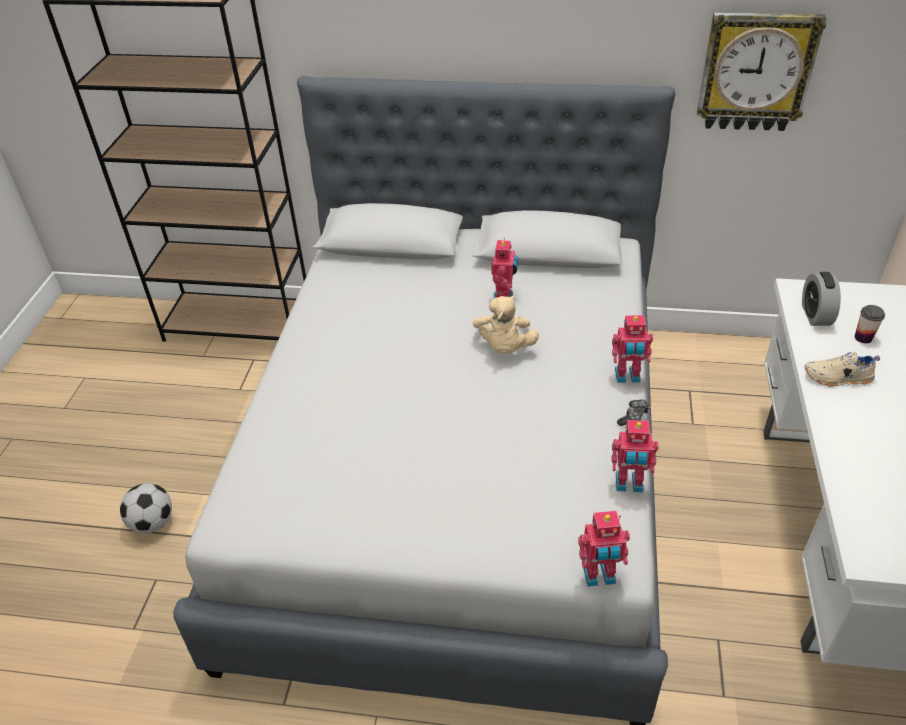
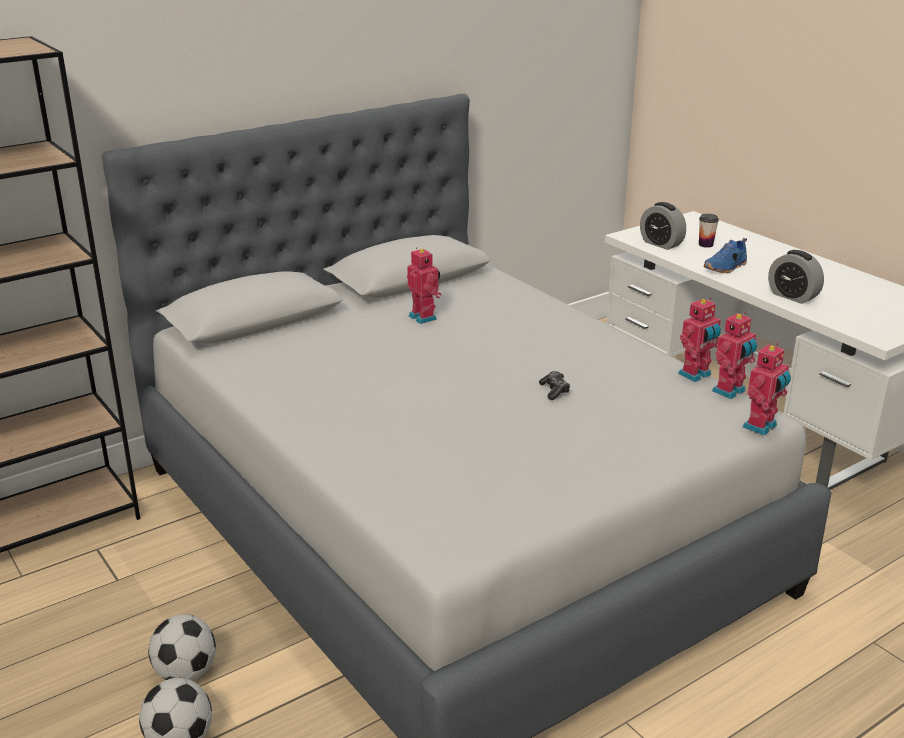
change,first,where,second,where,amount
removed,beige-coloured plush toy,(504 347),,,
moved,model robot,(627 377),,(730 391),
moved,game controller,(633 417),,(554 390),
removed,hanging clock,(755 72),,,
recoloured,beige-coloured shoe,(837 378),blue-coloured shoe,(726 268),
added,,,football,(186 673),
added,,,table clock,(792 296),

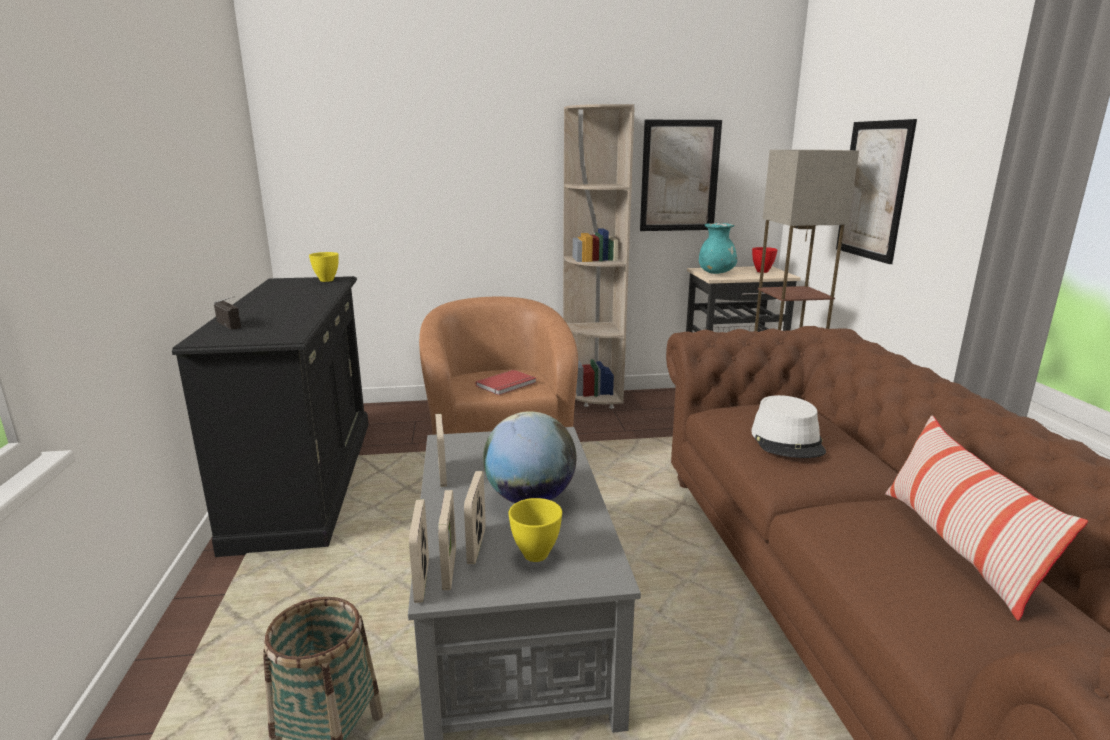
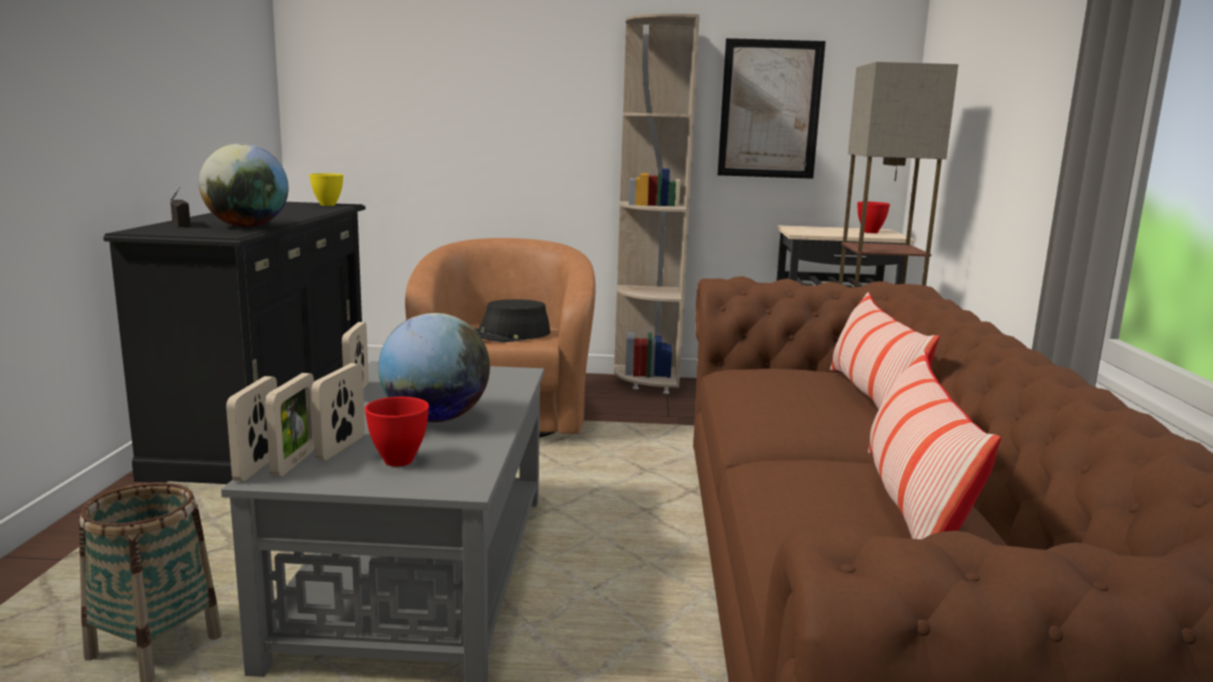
change,first,where,second,where,amount
replaced,red bound book,(507 385),black clothing hat,(508 334),
recoloured,yellow-coloured serving bowl,(534 555),red serving bowl,(397 461),
removed,turquoise-coloured vase,(716 273),,,
removed,white-coloured clothing hat,(788 440),,,
removed,wall art,(873 190),,,
added,,,desk globe,(247 226),
added,,,cushion,(871 397),

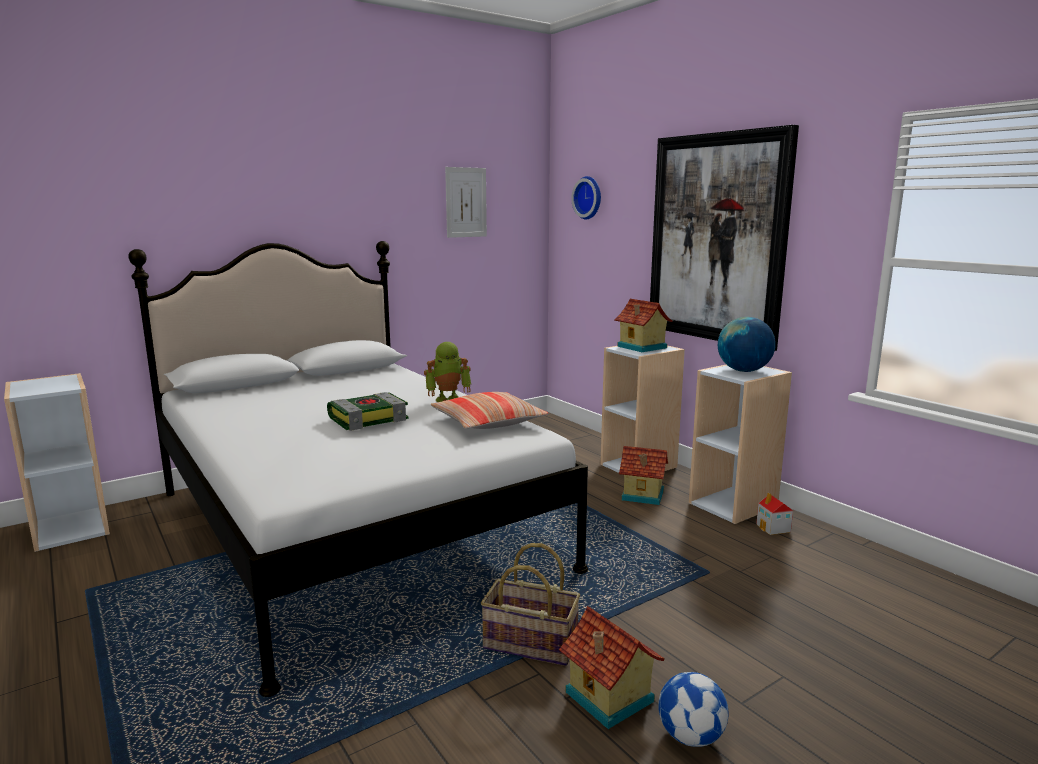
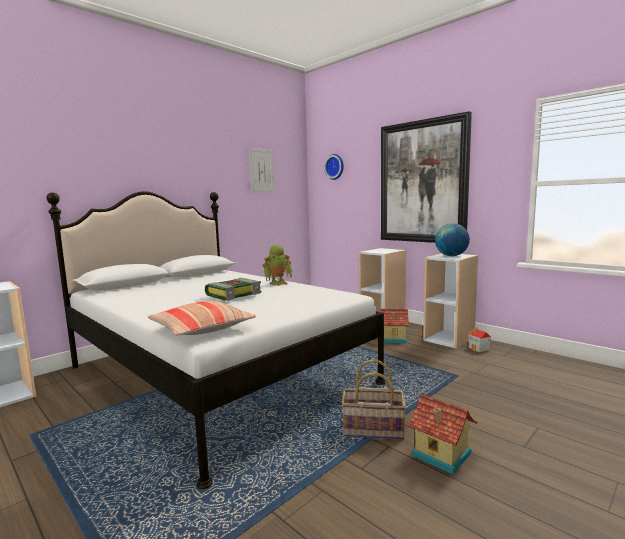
change,first,where,second,where,amount
moved,cushion,(488 422),,(201 328),
removed,model house,(641 347),,,
removed,football,(690 736),,,

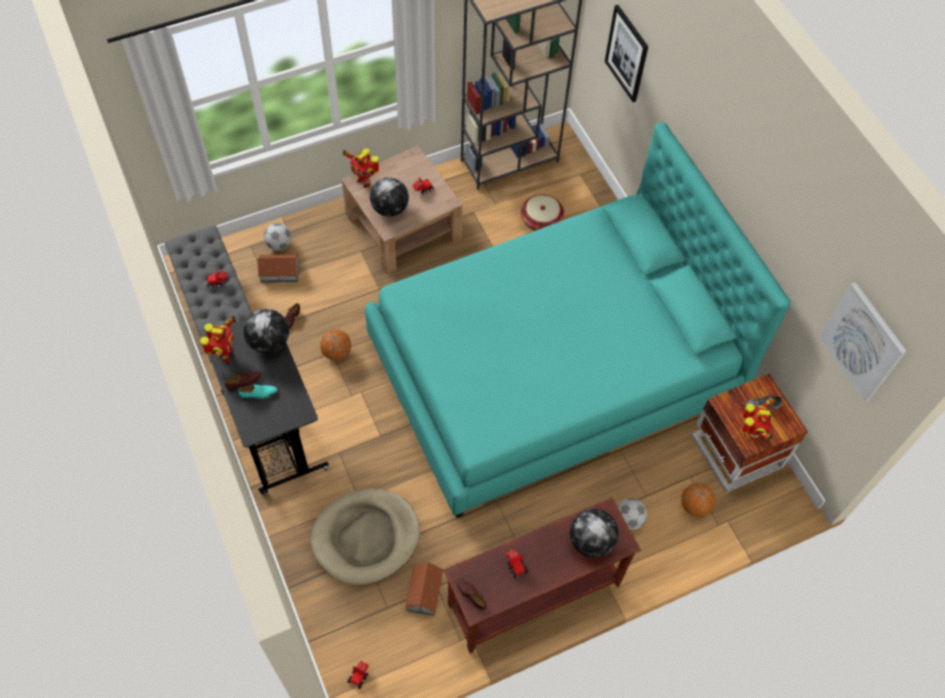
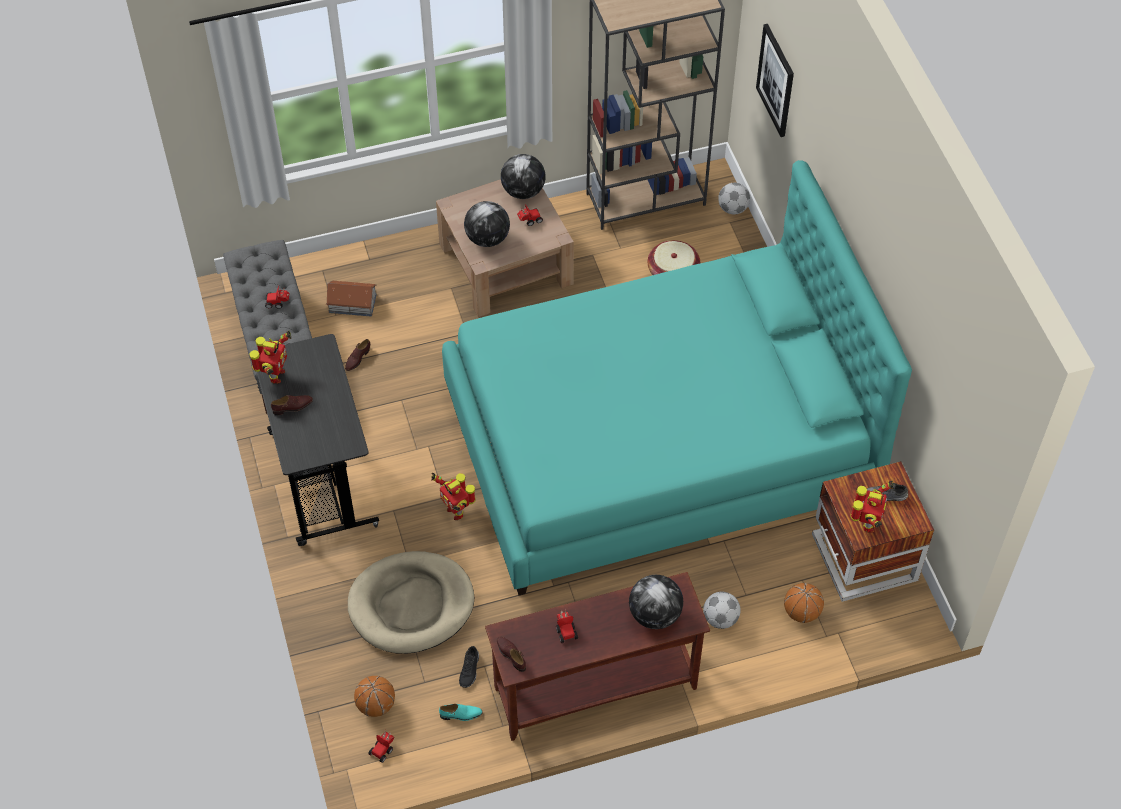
change,first,where,second,where,amount
moved,turquoise-coloured shoe,(259 394),,(461 715),
moved,desk globe,(269 342),,(523 191),
moved,football,(279 244),,(733 208),
moved,basketball ball,(336 352),,(376 705),
moved,model robot,(364 181),,(456 511),
replaced,model house,(424 591),black shoe,(470 670),
removed,wall art,(862 342),,,

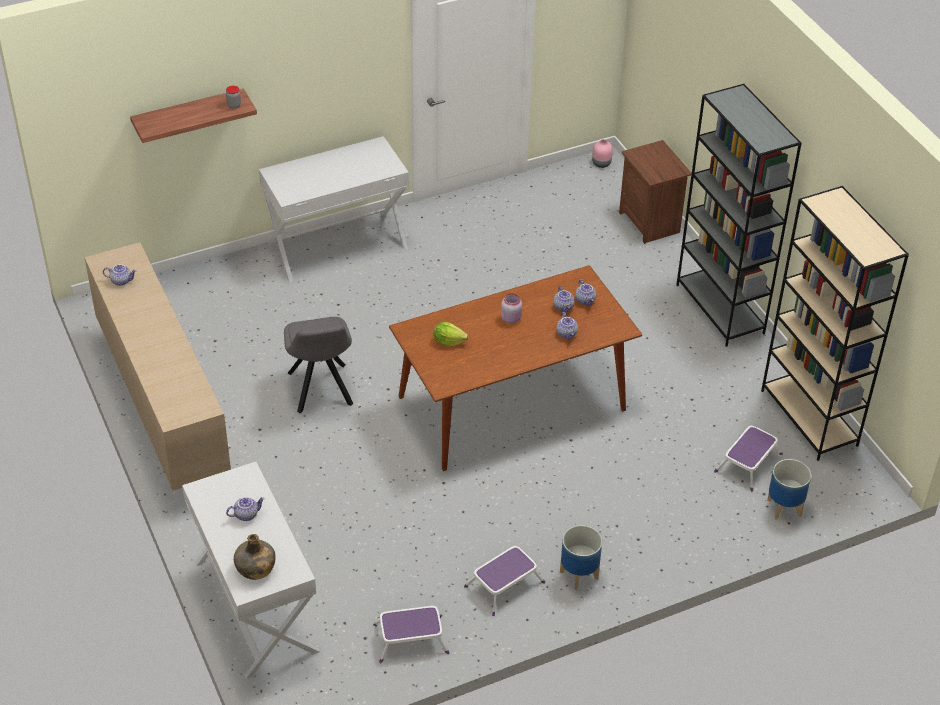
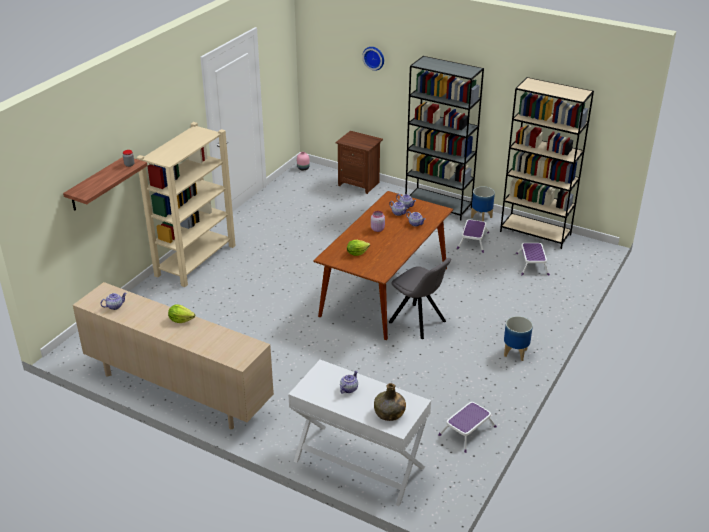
change,first,where,second,where,amount
replaced,white-coloured hall table,(337 245),beige-coloured bookcase,(195 260),
moved,greyish chair,(320 389),,(418 322),
moved,purple-coloured stepladder,(504 584),,(473 240),
moved,planter,(784 508),,(481 217),
added,,,lettuce,(181 320),
added,,,hanging clock,(374 57),

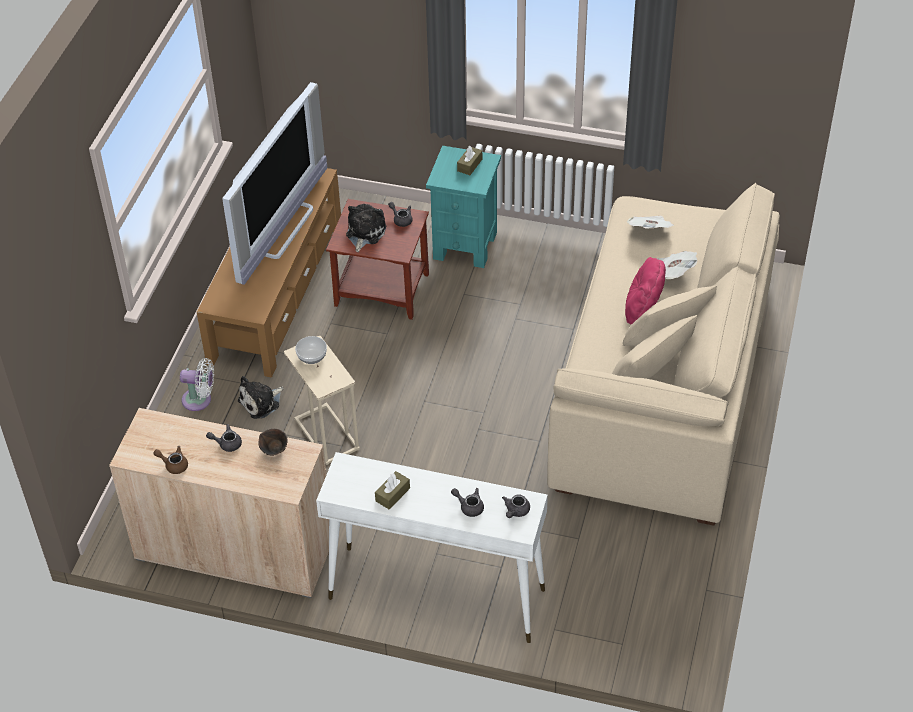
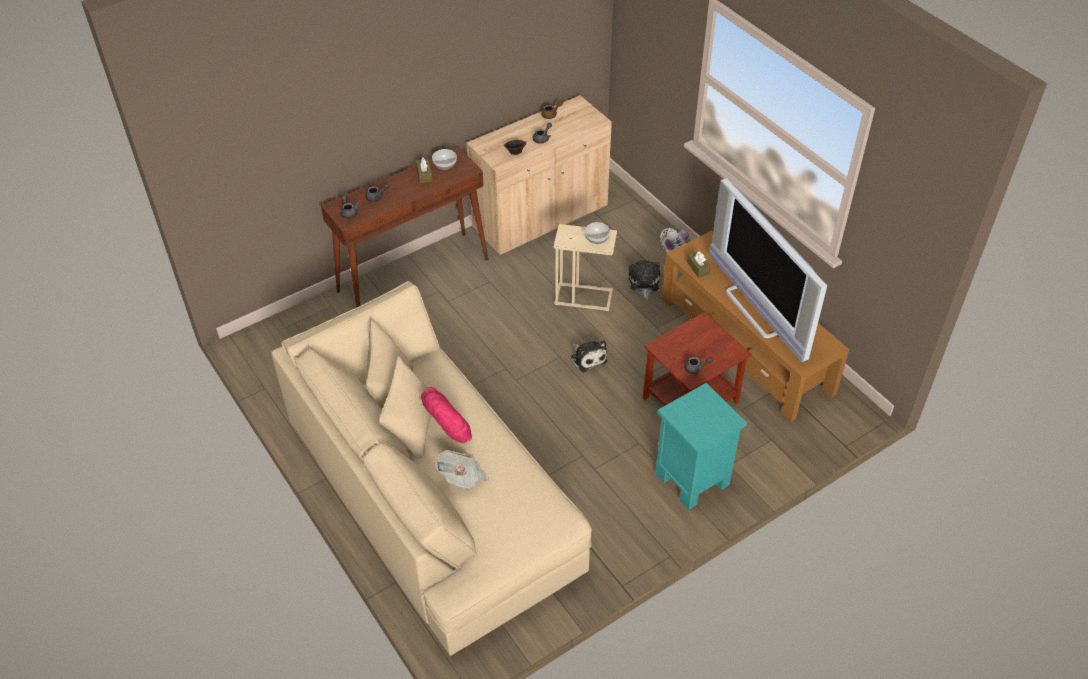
change,first,where,second,where,amount
recoloured,white-coloured hall table,(435 594),brown-coloured hall table,(414 274),
moved,plush toy,(364 233),,(588 358),
moved,brown-coloured tissue box,(469 165),,(698 268),
removed,newspaper,(650 231),,,
added,,,serving bowl,(445 165),

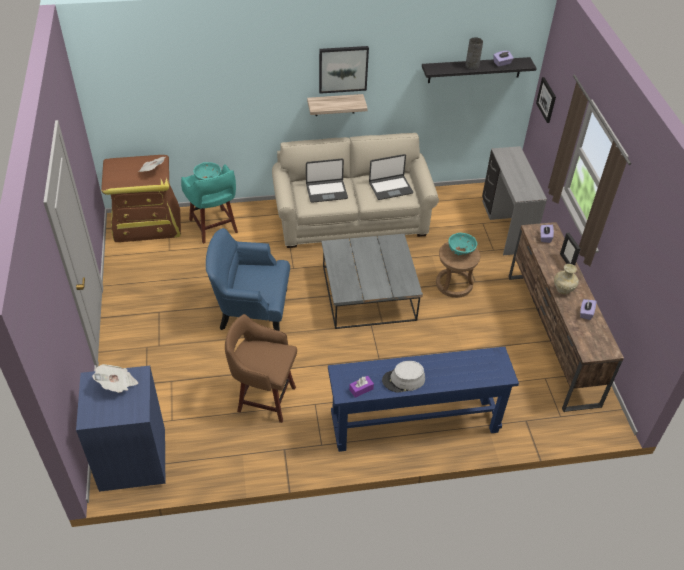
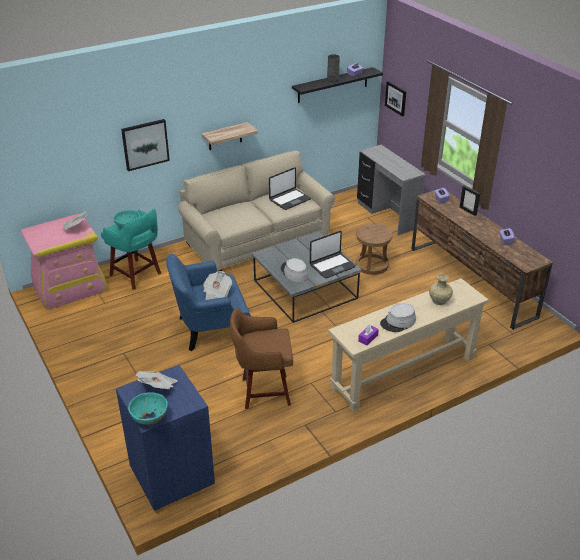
change,first,where,second,where,amount
recoloured,brown-coloured night table,(148 225),pinkish night table,(71 289),
moved,laptop,(326 191),,(332 266),
moved,wall art,(343 69),,(145 144),
recoloured,blue-coloured hall table,(414 424),beige-coloured hall table,(403 372),
moved,turquoise-coloured serving bowl,(461 252),,(150 418),
moved,beige-coloured vase,(563 290),,(439 301),
added,,,newspaper,(216 293),
added,,,greyish clothing hat,(294 272),

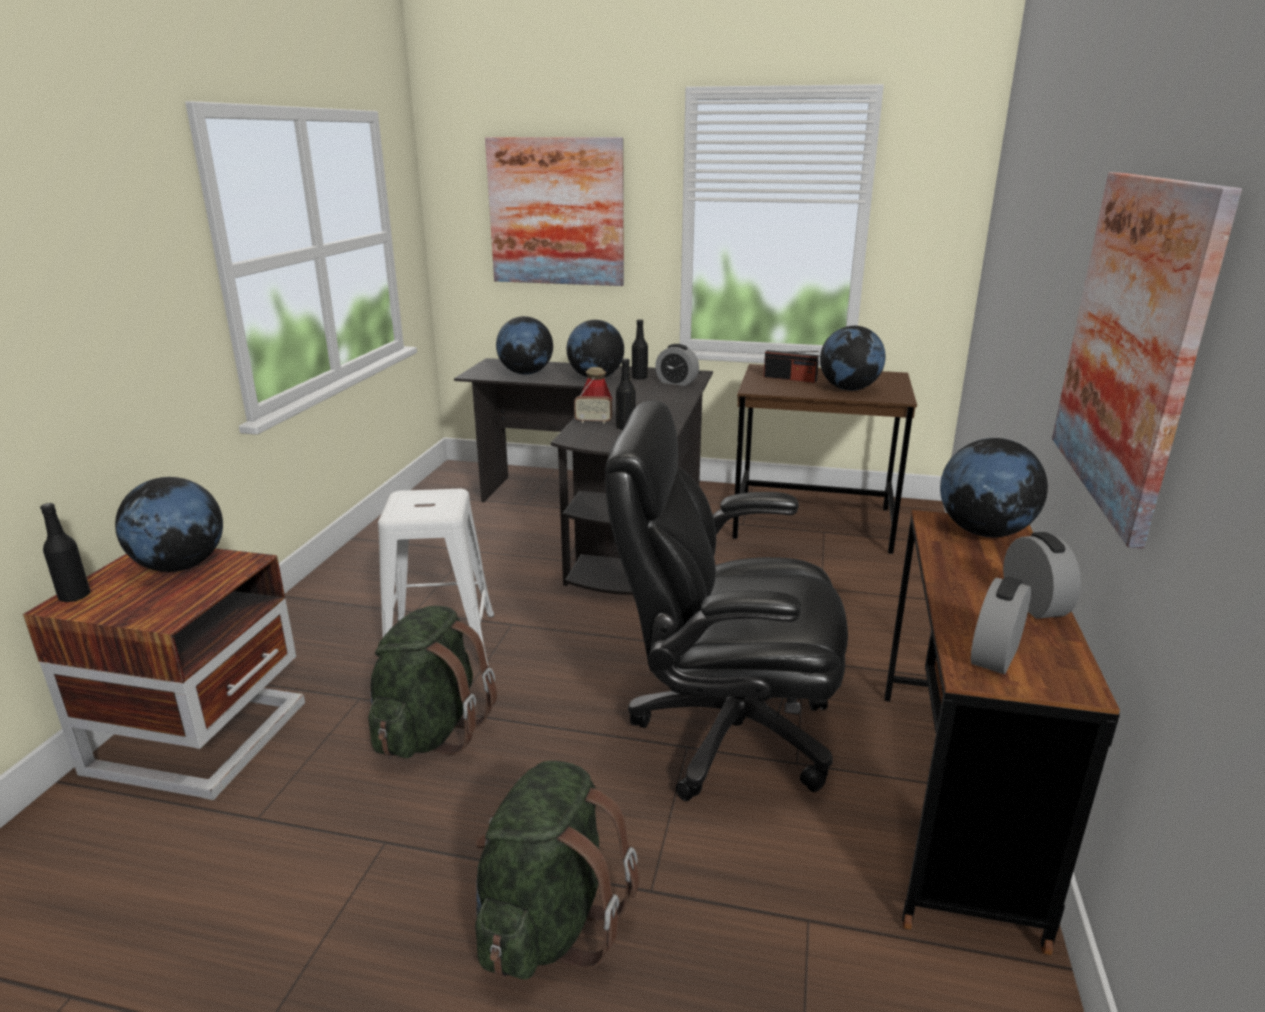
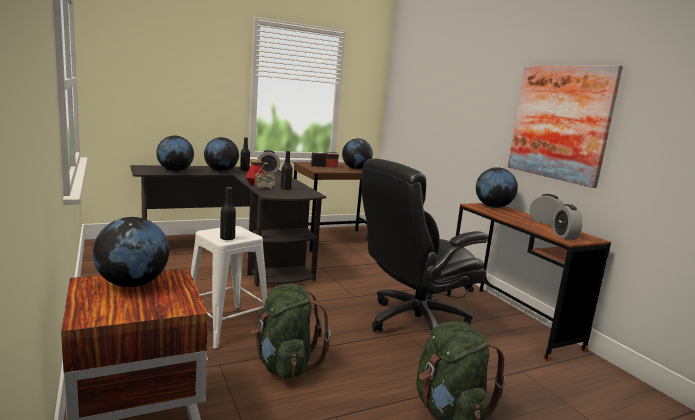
change,first,where,second,where,amount
moved,black bottle,(75 596),,(227 238),
removed,wall art,(556 212),,,

